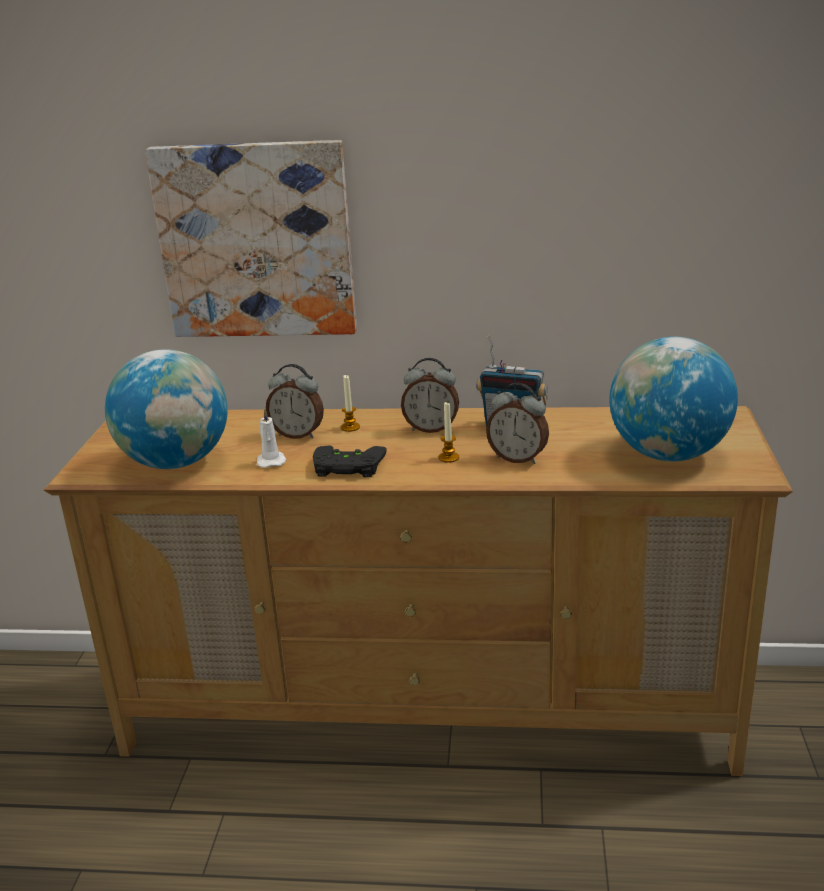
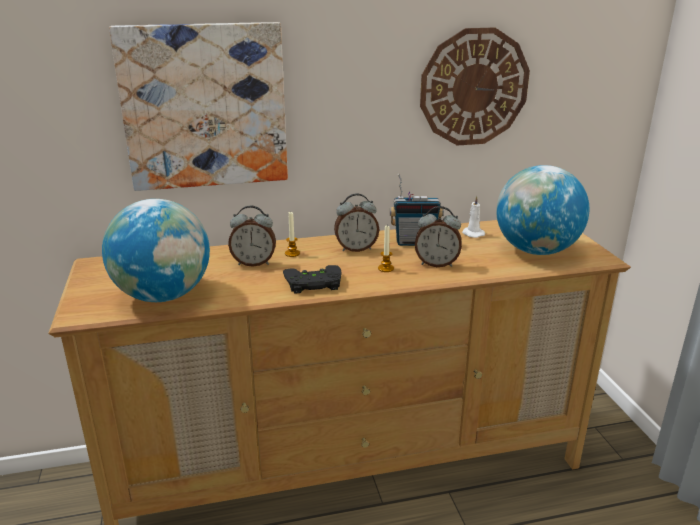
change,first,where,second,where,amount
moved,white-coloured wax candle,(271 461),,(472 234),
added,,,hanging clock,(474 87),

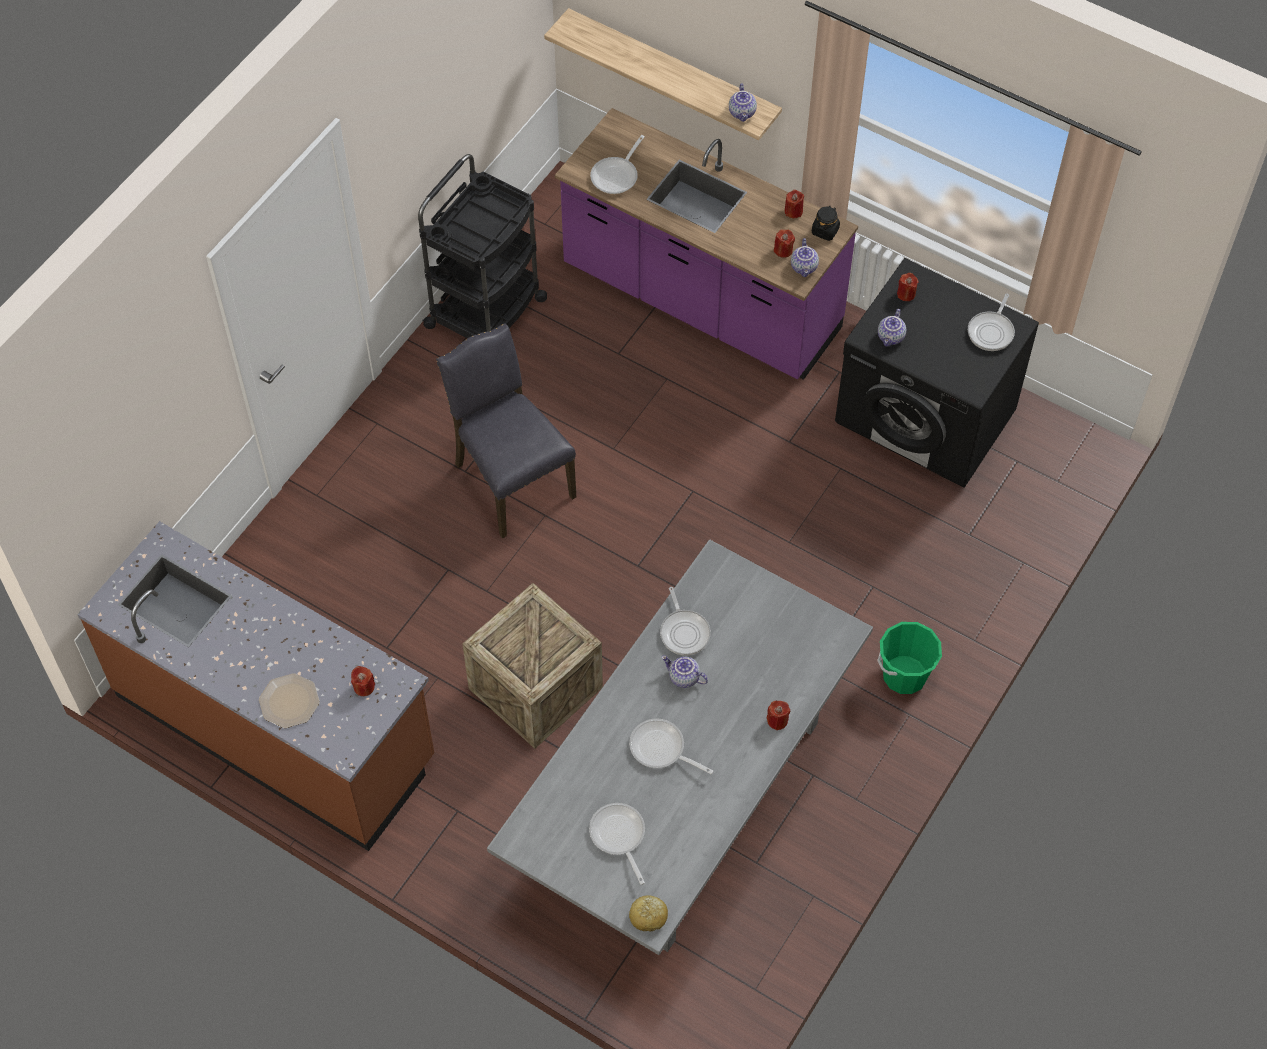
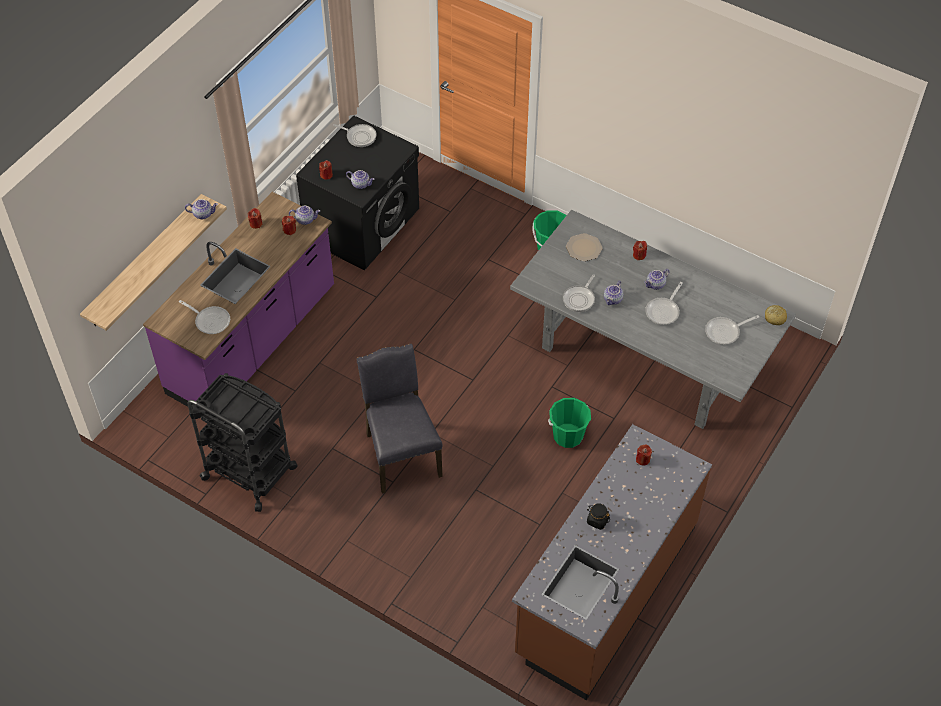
change,first,where,second,where,amount
moved,flat dish,(289 702),,(584 248),
turned,greyish chair,(510 479),,(401 453),105 degrees clockwise
replaced,packing crate,(535 688),greenish pail,(568 436),
turned,frying pan,(684 631),,(579 299),135 degrees clockwise
moved,black storage jar,(825 231),,(597 520),
added,,,teapot,(655 285),

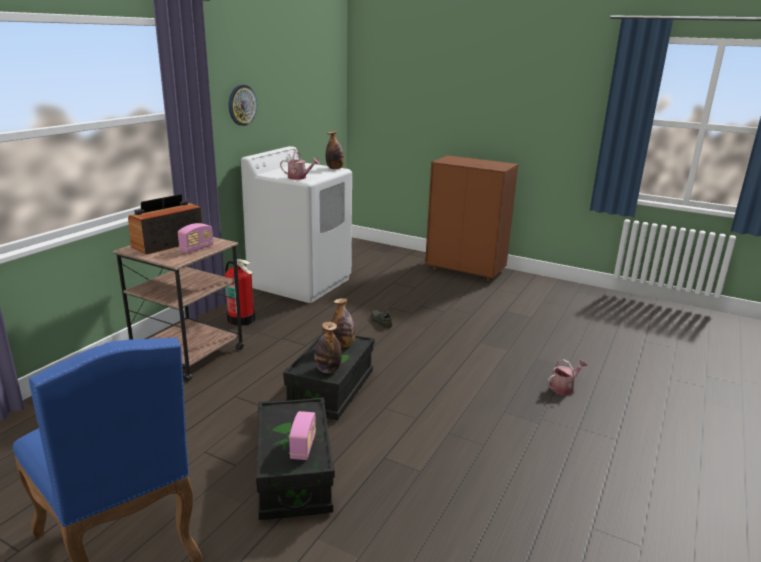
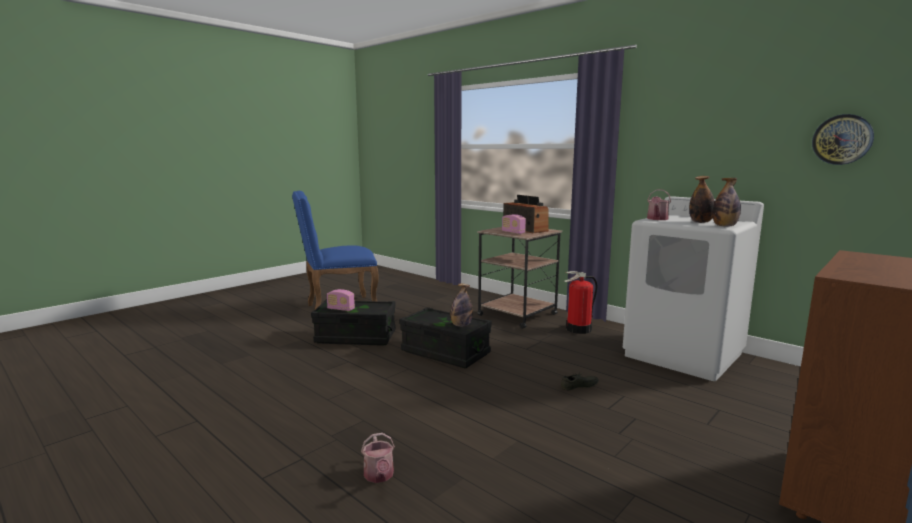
change,first,where,second,where,amount
moved,hanging clock,(242 105),,(842 139),
moved,bottle,(328 370),,(700 222),

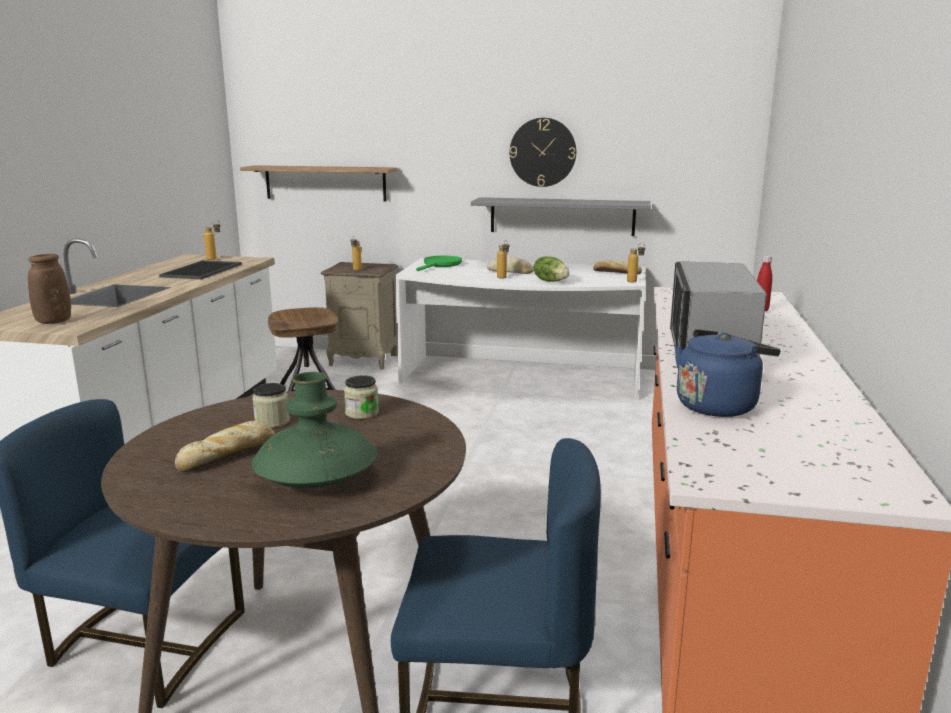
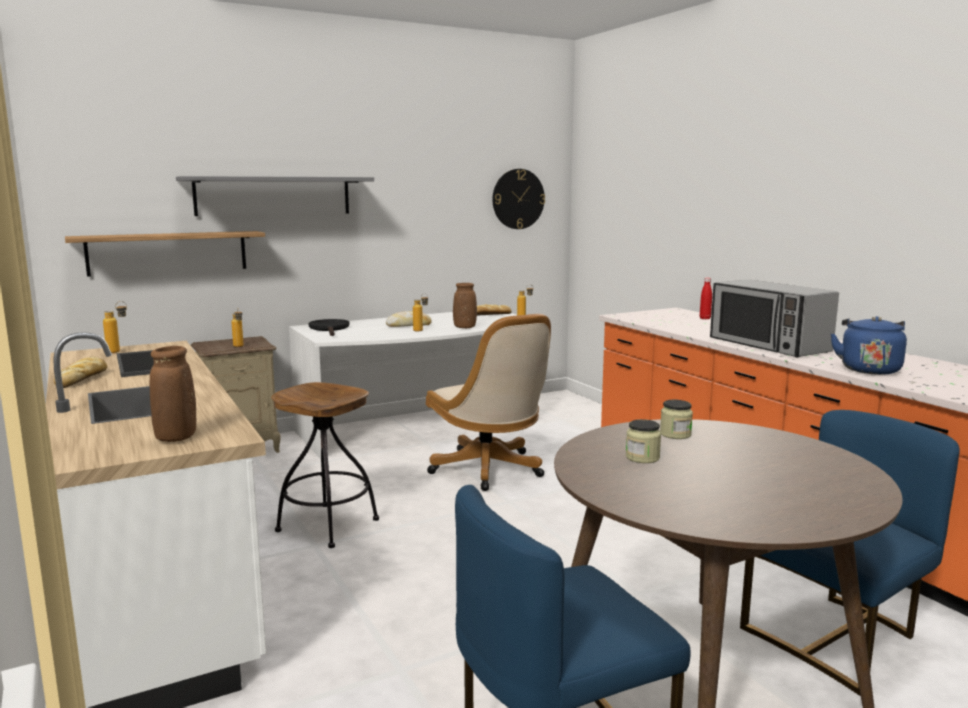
change,first,where,second,where,amount
moved,bakery bread,(229 454),,(82 378),
removed,greenish vase,(316 478),,,
recoloured,greenish frying pan,(440 265),black frying pan,(330 329),
moved,greyish bracket shelf,(562 216),,(274 196),
moved,hanging clock,(542 152),,(518 199),
replaced,lettuce,(551 281),brown-coloured vase,(465 327),
added,,,office chair,(491 471),

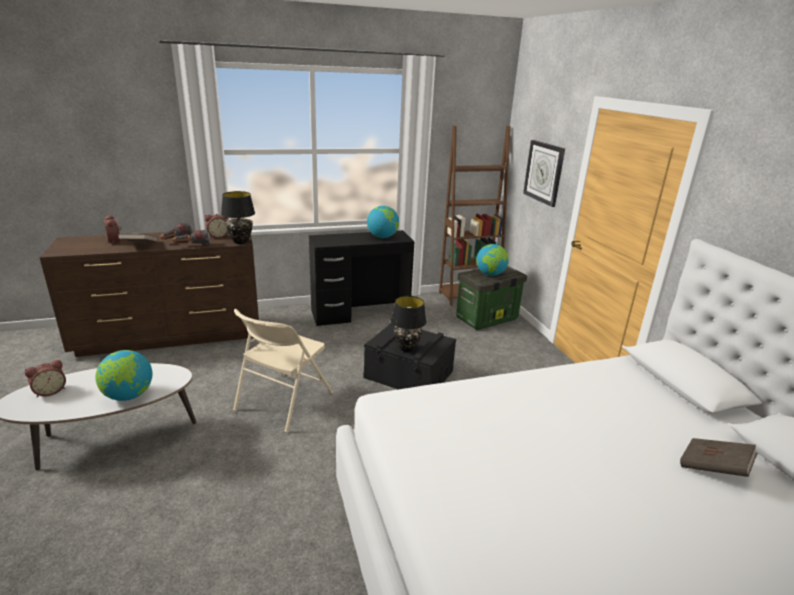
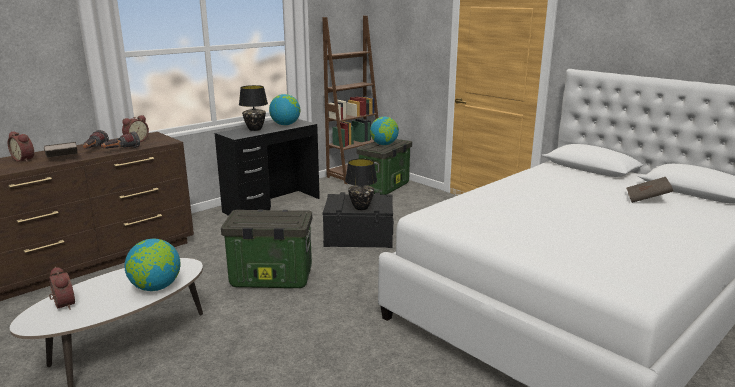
change,first,where,second,where,amount
turned,table clock,(50 391),,(62 305),60 degrees counterclockwise
moved,black tabletop lamp,(240 241),,(254 129),
replaced,beige-coloured chair,(284 401),storage box,(270 278),
removed,hanging clock,(544 172),,,

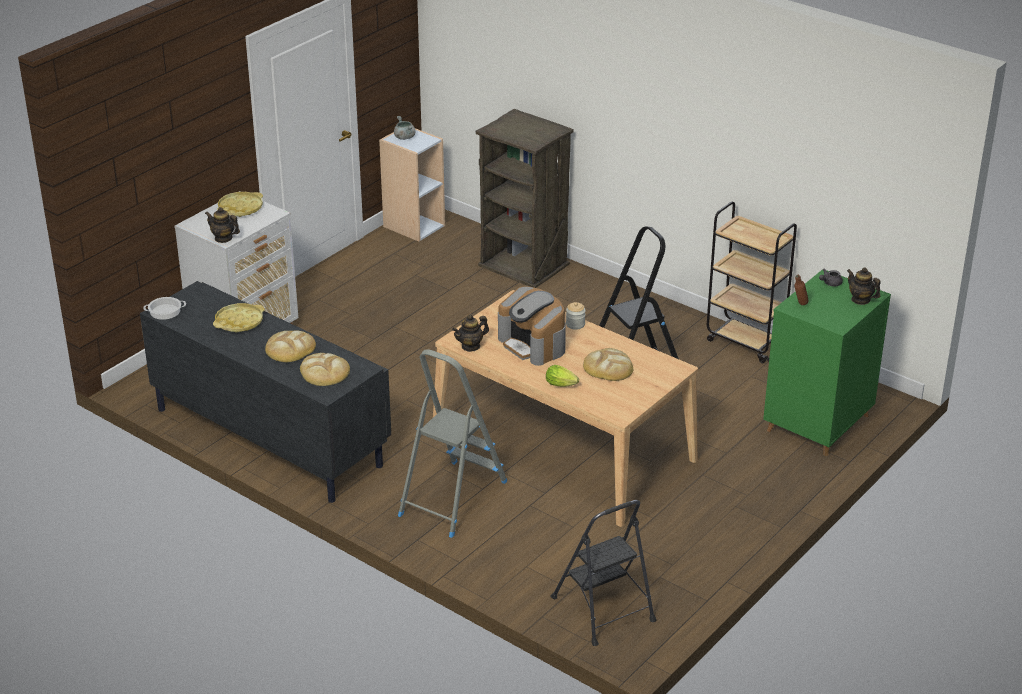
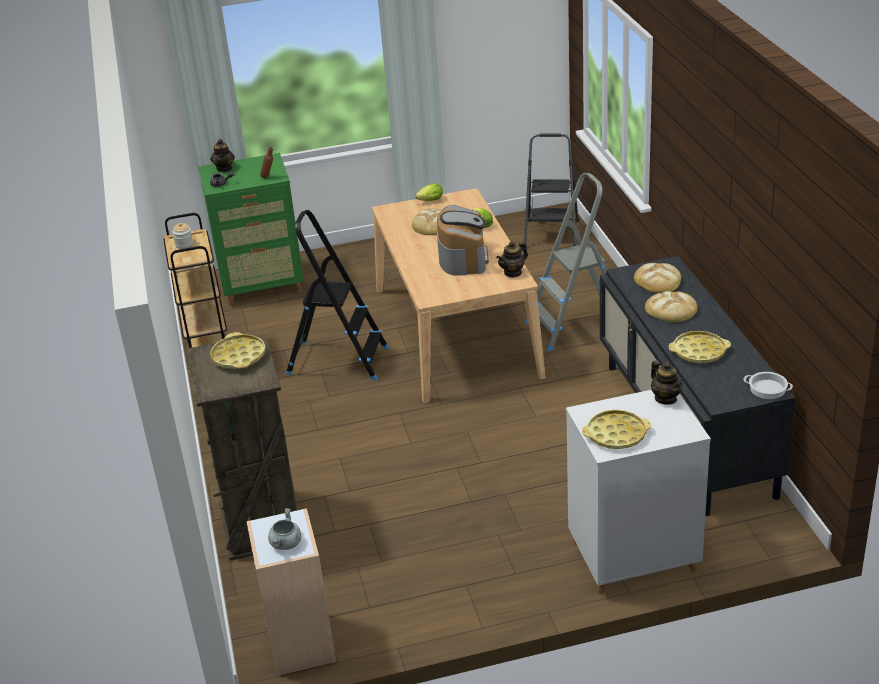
change,first,where,second,where,amount
turned,teapot,(470 346),,(513 272),135 degrees clockwise
moved,storage jar,(575 324),,(184 244),
added,,,yellow-coloured carrying tray,(238 356),
added,,,lettuce,(429 201),

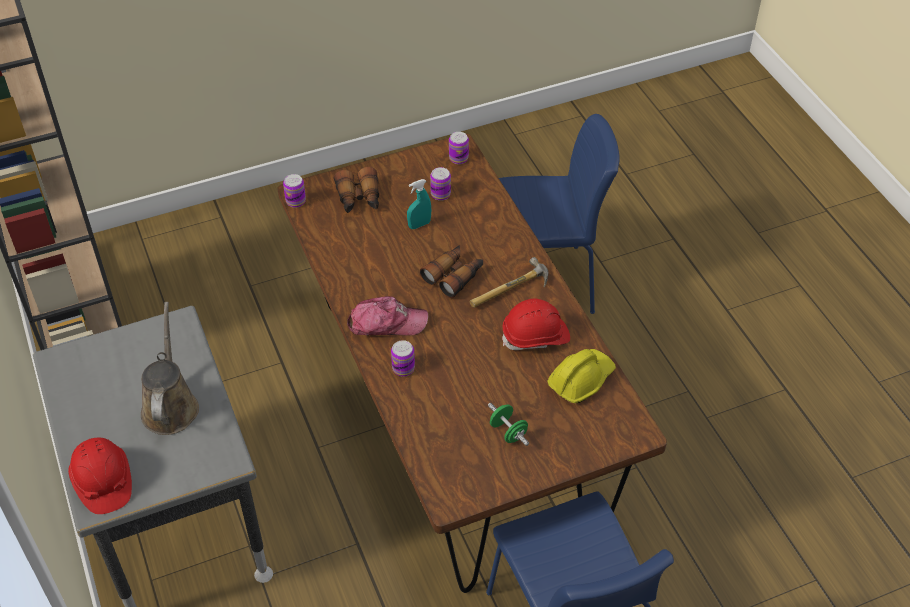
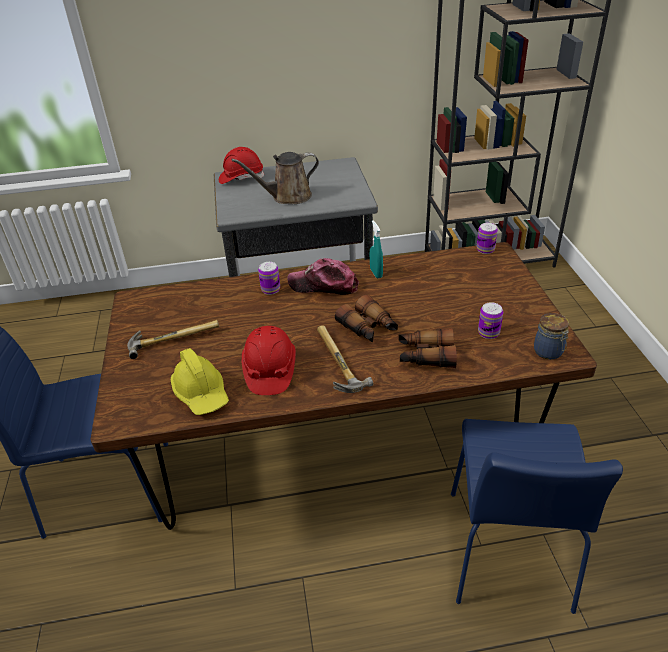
change,first,where,second,where,amount
turned,brown-coloured sprinkling can,(170 405),,(287 197),150 degrees clockwise
moved,binoculars,(359 199),,(425 356),
turned,peaked cap,(387 323),,(324 285),90 degrees clockwise
moved,turquoise-coloured spray bottle,(419 225),,(376 273),
replaced,sealed can,(458 158),storage jar,(549 352),
replaced,greenish hand weight,(508 432),tool hammer,(173 337),

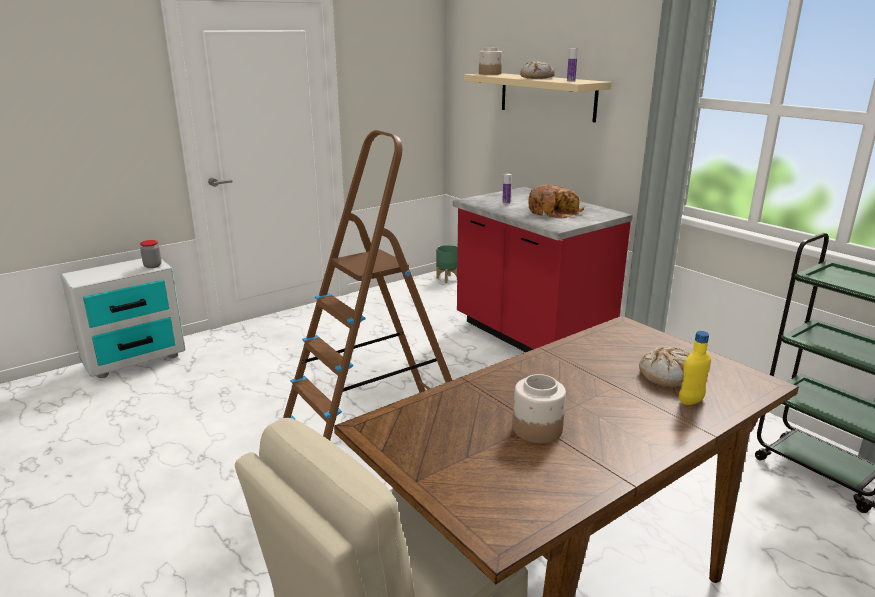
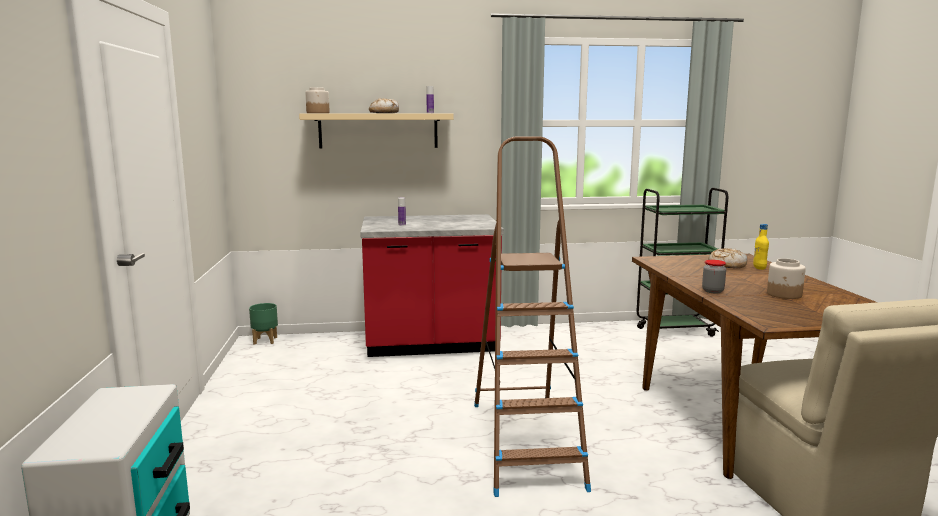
change,first,where,second,where,amount
moved,storage jar,(152 266),,(712 291),
removed,bakery bread,(554 212),,,

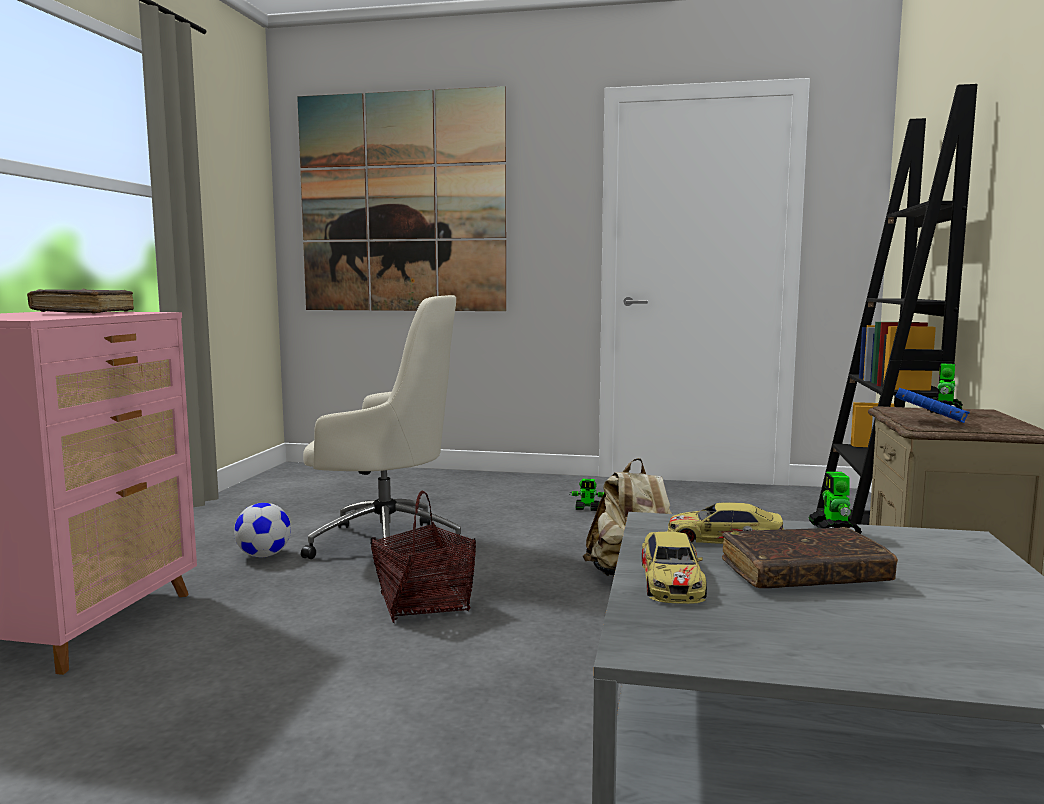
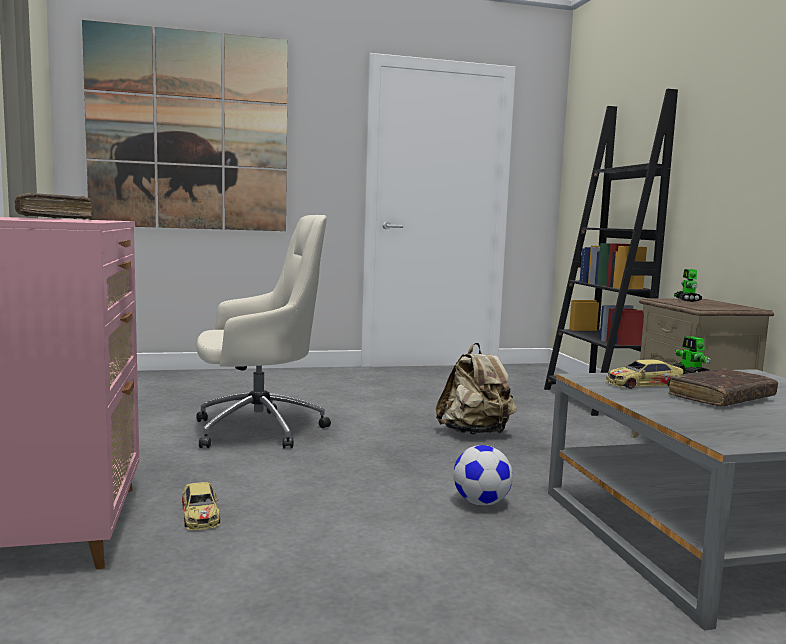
change,first,where,second,where,amount
moved,football,(264 556),,(481 503),
removed,storage basket,(424 603),,,
removed,model robot,(587 509),,,
moved,miniature car,(671 579),,(200 513),
removed,blue-coloured bound book,(930 422),,,

